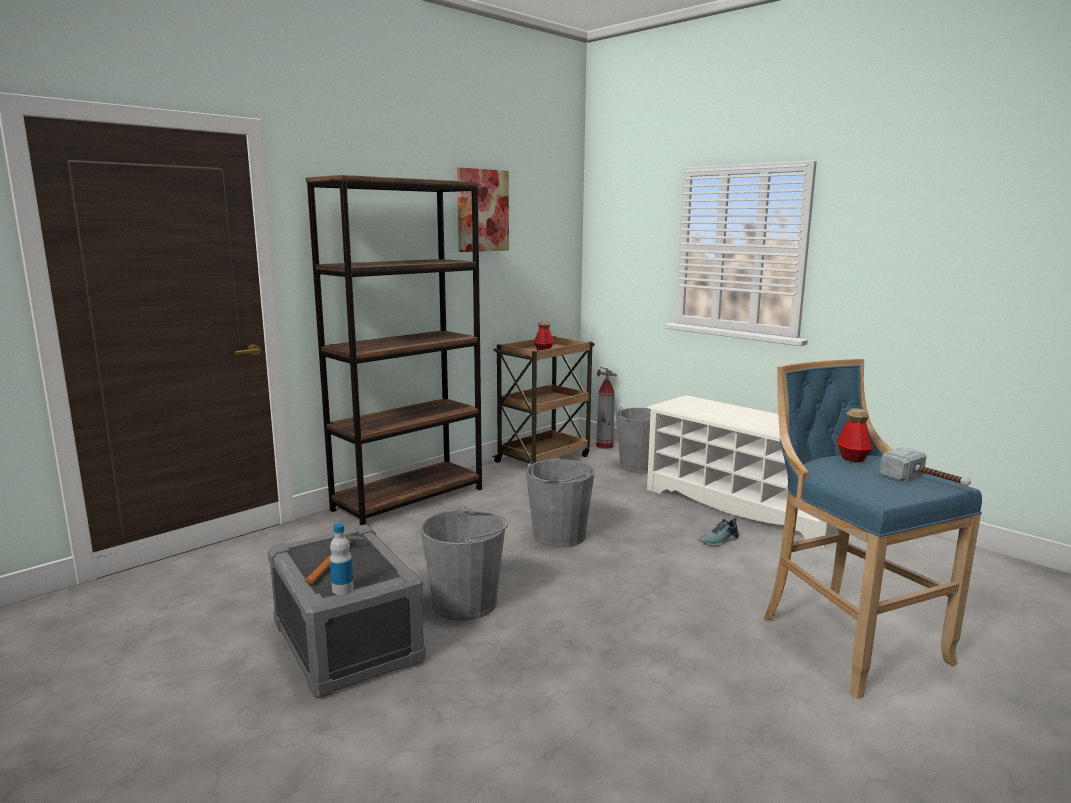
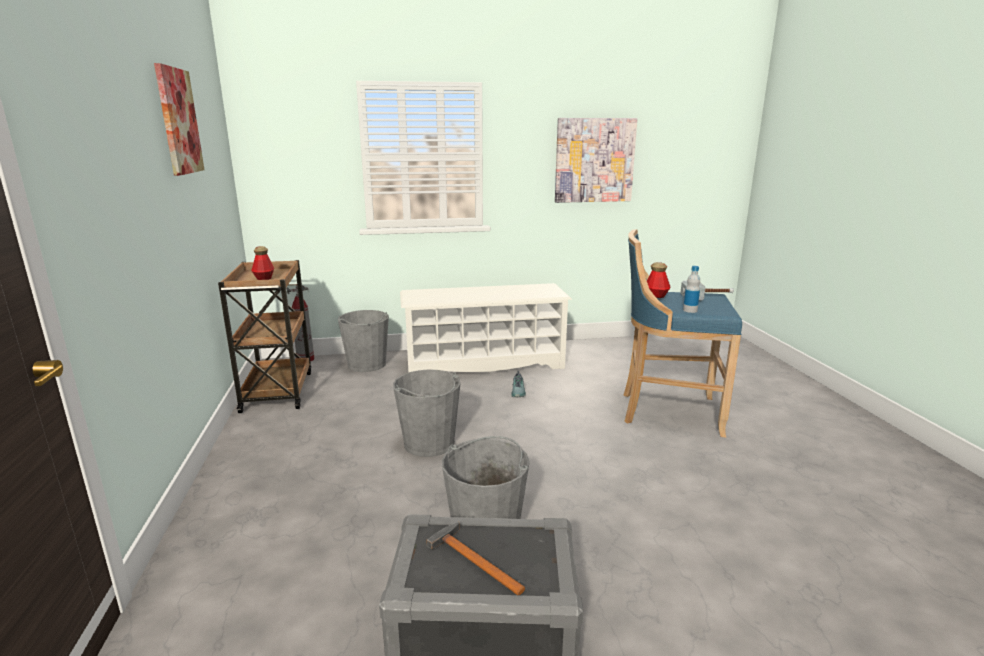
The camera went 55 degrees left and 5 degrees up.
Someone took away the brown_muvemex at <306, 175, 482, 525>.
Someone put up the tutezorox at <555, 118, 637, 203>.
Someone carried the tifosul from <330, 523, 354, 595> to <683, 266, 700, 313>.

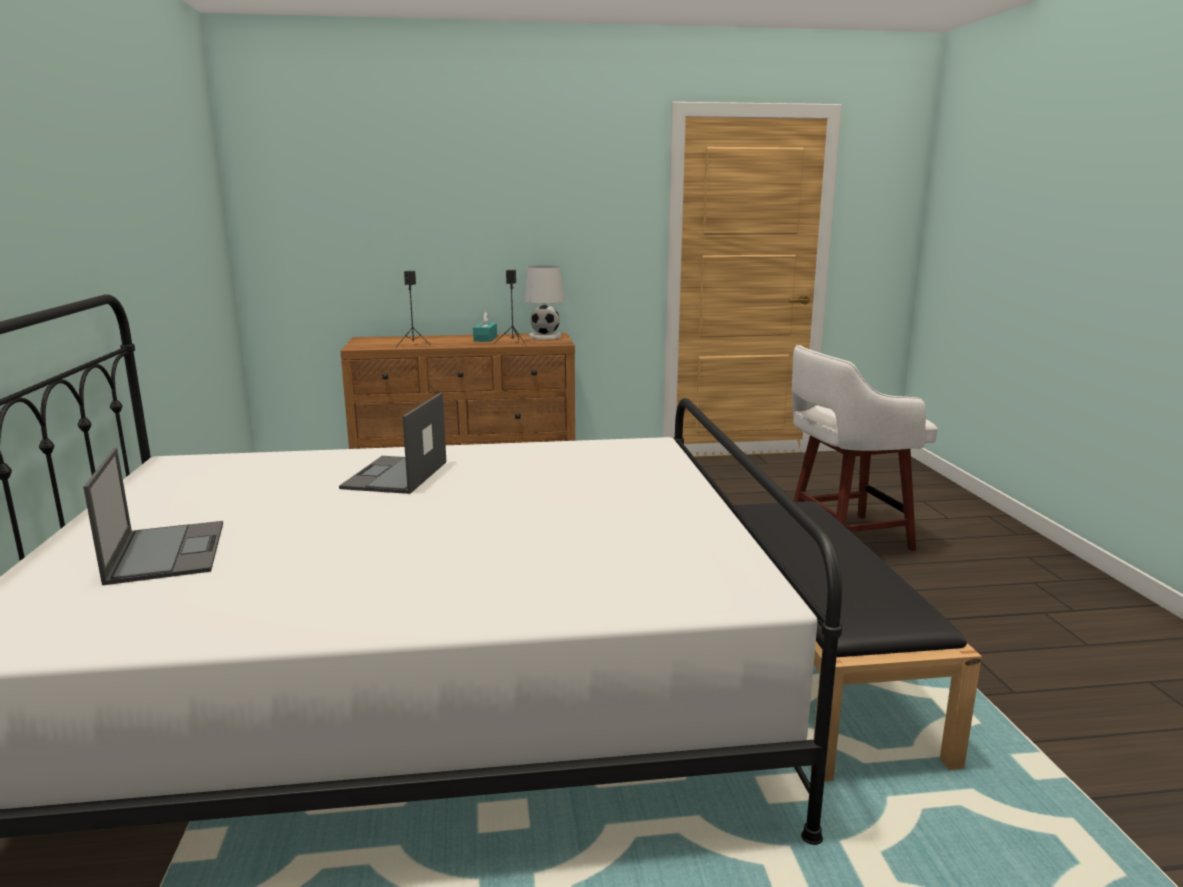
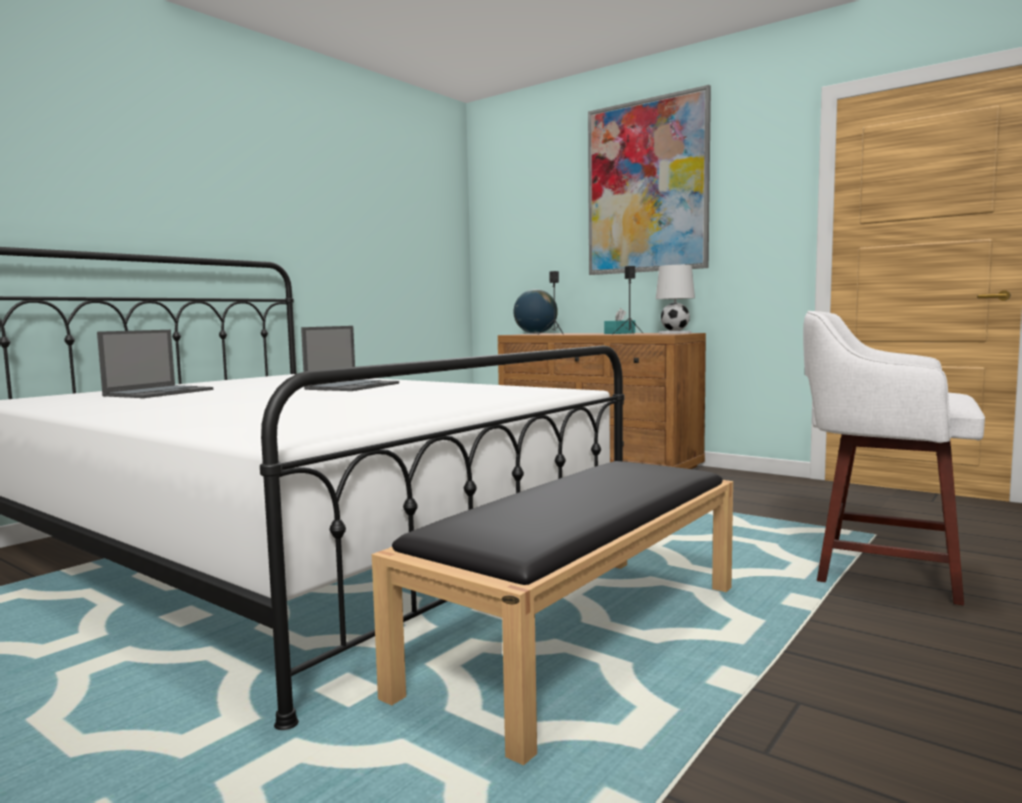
The camera went 45 degrees right and 10 degrees down.
Someone put down the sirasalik at <513, 289, 558, 334>.
Someone put up the tutezorox at <588, 85, 711, 275>.
Someone rotated the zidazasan at <339, 392, 446, 494> by 150 degrees clockwise.

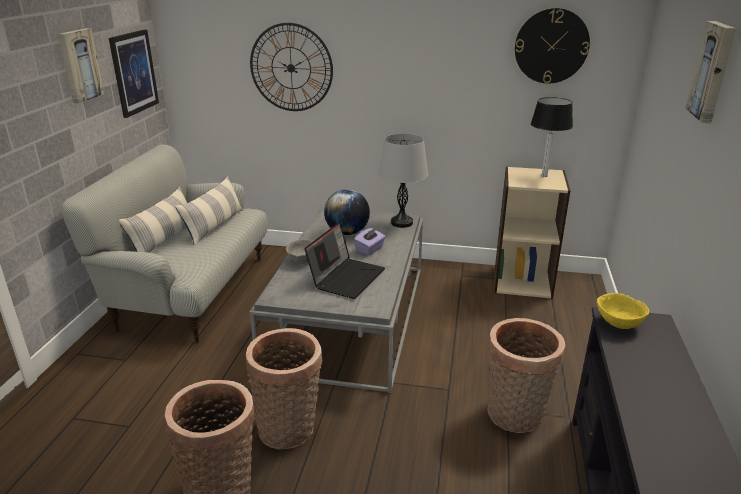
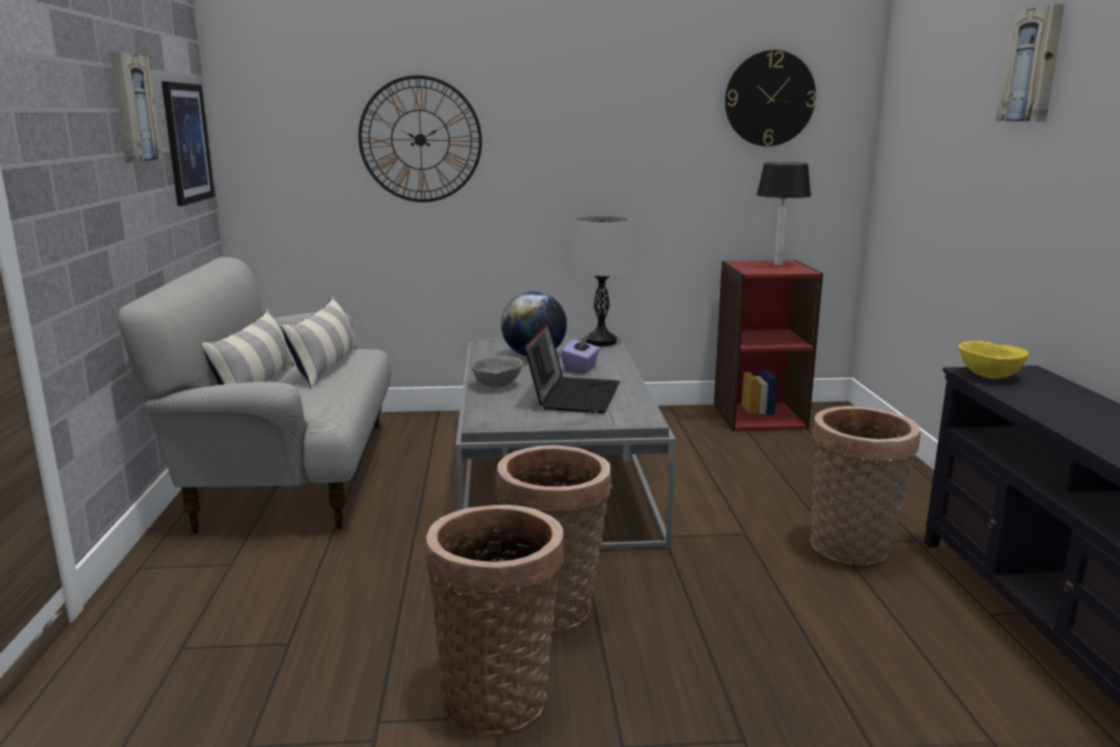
The camera went 15 degrees left and 10 degrees down.
Someone repainted the beige_muvemex at <494, 167, 571, 299>, which became the red_muvemex at <714, 260, 823, 431>.

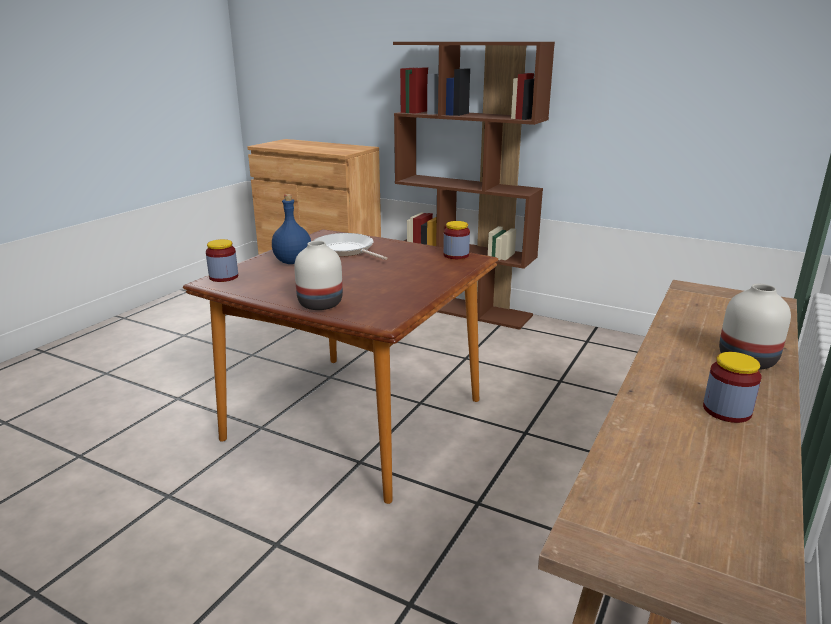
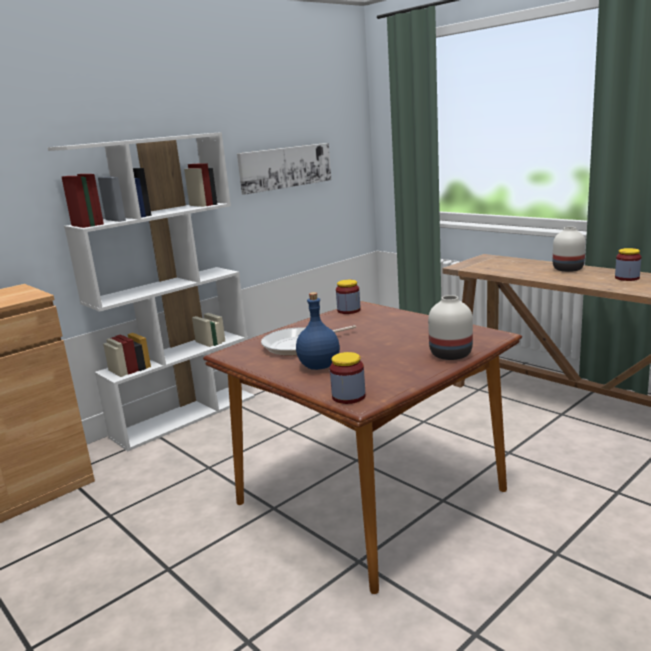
The camera went 70 degrees left and 5 degrees down.
Someone put up the tutezorox at <237, 143, 331, 195>.
Someone repainted the brown_muvemex at <393, 42, 555, 330>, which became the white_muvemex at <48, 132, 255, 451>.

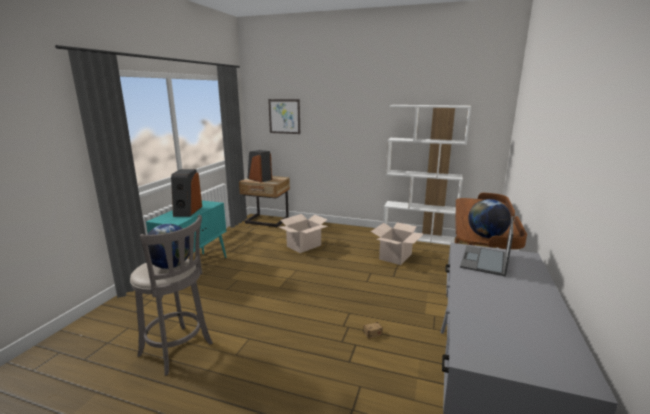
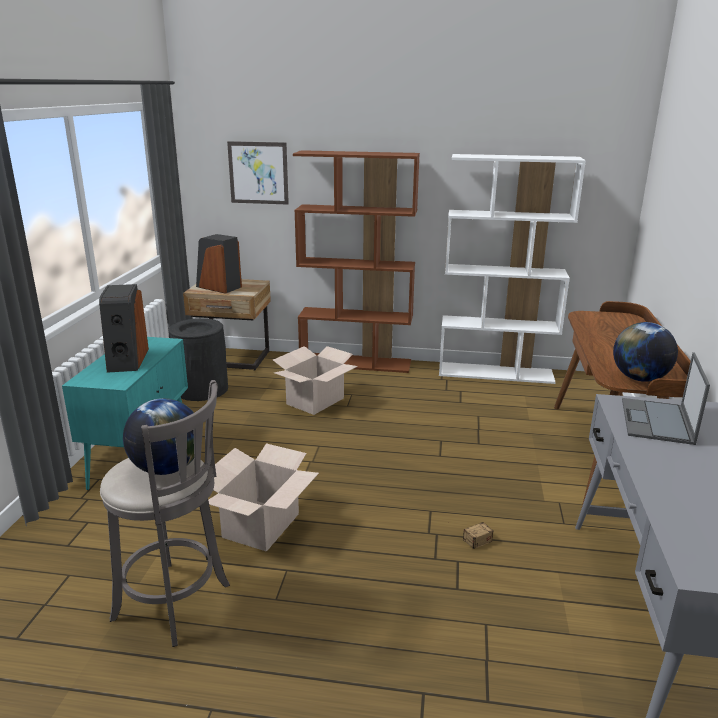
The camera went 10 degrees left and 5 degrees up.
Someone put down the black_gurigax at <168, 318, 228, 401>.
Someone put down the brown_muvemex at <293, 150, 420, 373>.
Someone carried the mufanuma from <371, 222, 424, 265> to <208, 443, 319, 552>.

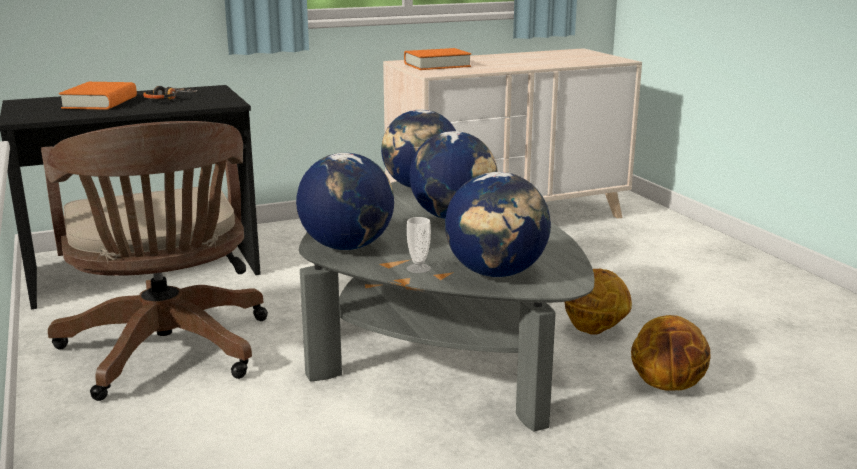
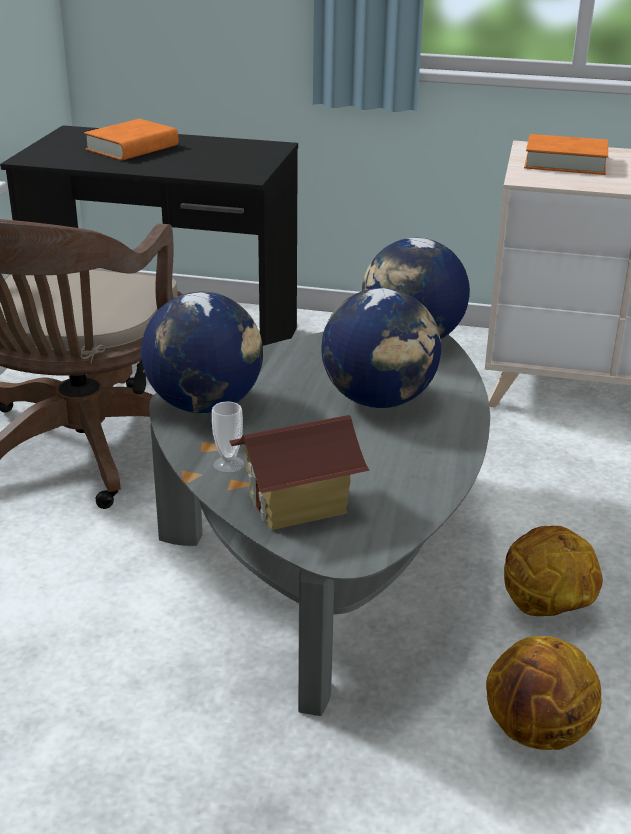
The camera went 35 degrees right and 10 degrees up.
Someone took away the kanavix at <143, 86, 197, 100>.
Someone swapped the sirasalik at <445, 172, 551, 277> for the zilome at <229, 415, 370, 530>.

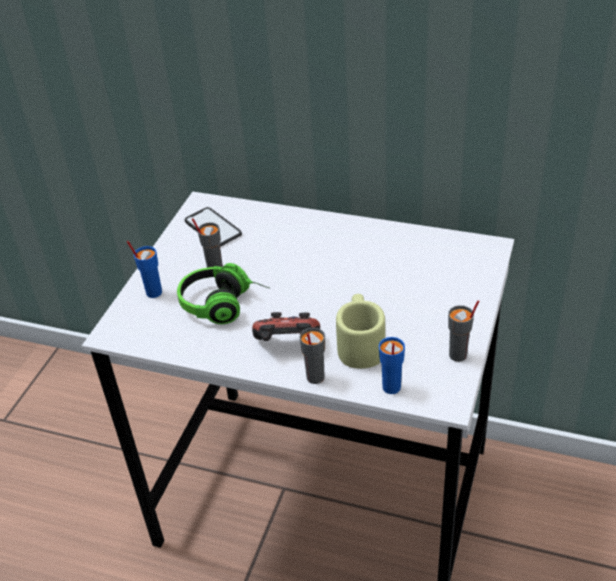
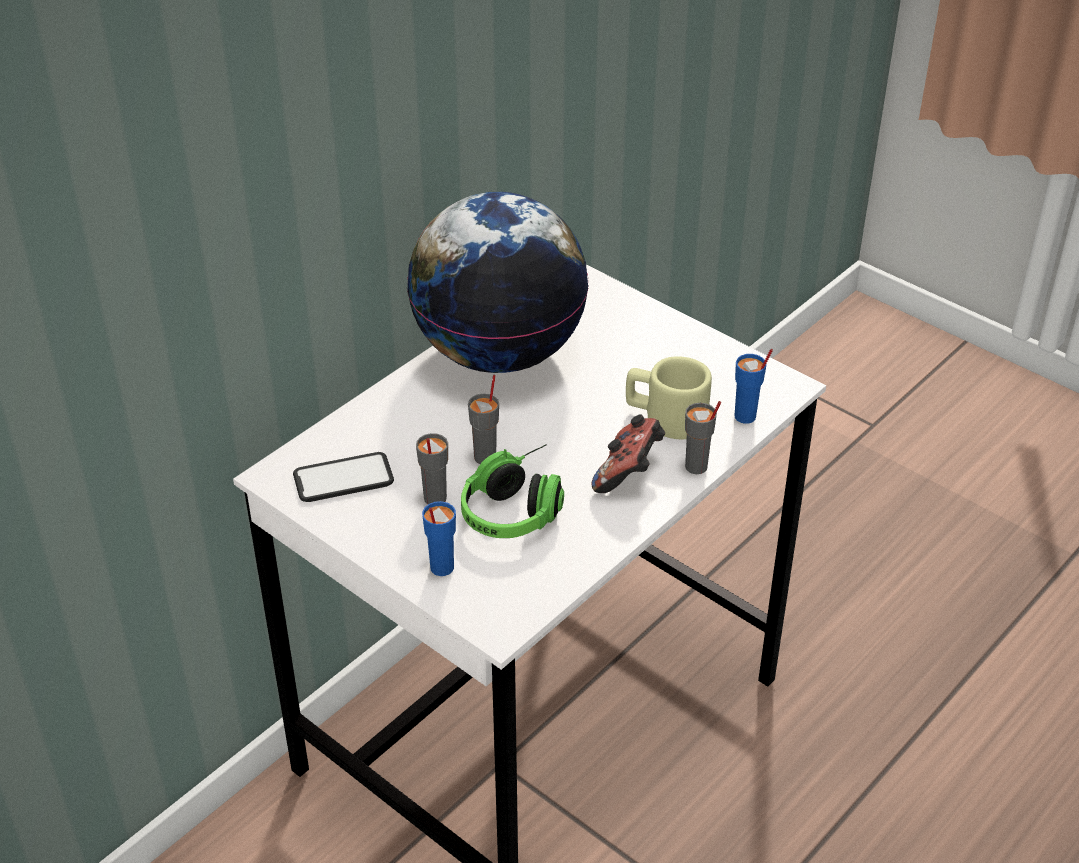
The camera went 70 degrees left and 0 degrees up.
Someone put down the sirasalik at <407, 192, 589, 373>.
Someone carried the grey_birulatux from <448, 300, 479, 362> to <468, 375, 499, 464>.

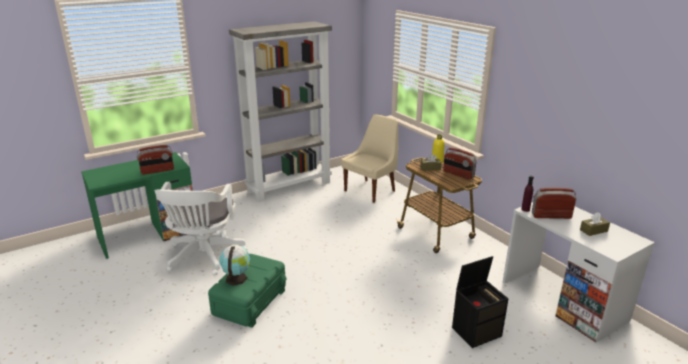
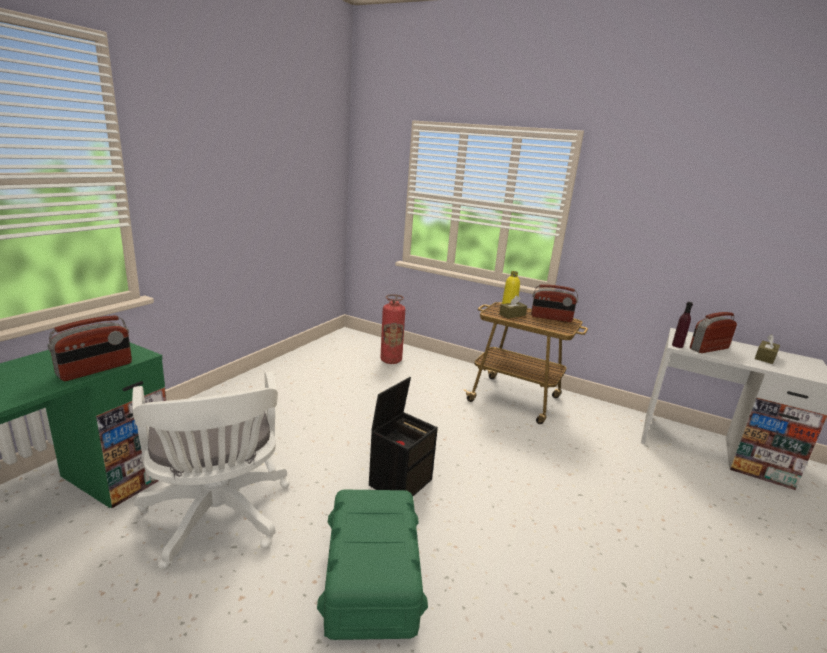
The camera went 30 degrees left and 5 degrees down.
Someone took away the sirasalik at <219, 245, 251, 286>.
Someone took away the grey_muvemex at <229, 21, 332, 202>.
Someone carried the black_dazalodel from <452, 256, 508, 348> to <369, 377, 438, 496>.
Someone swapped the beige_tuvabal at <341, 114, 398, 203> for the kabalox at <380, 294, 405, 364>.

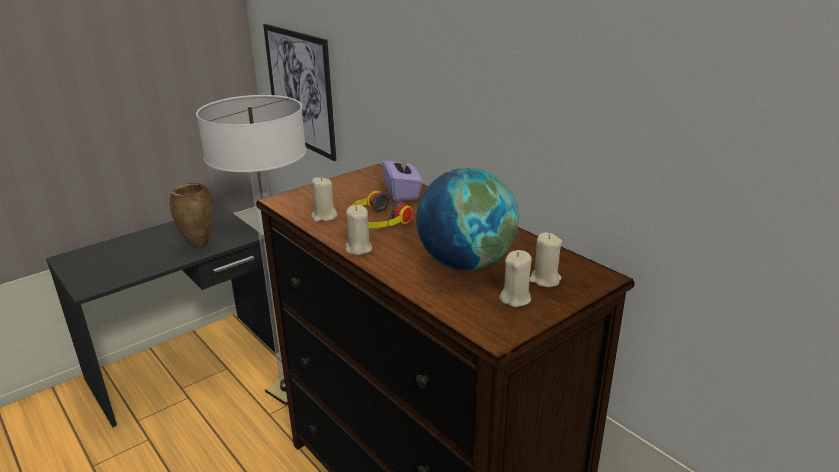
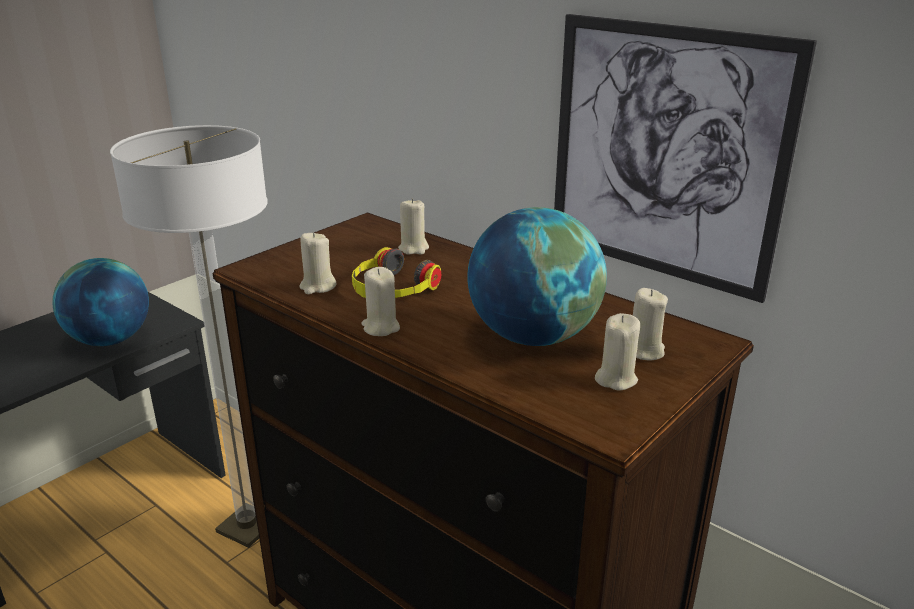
The camera went 10 degrees left and 0 degrees up.
Someone carried the tutezorox from <263, 24, 337, 161> to <554, 14, 817, 303>.
Someone swapped the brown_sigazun at <169, 183, 214, 248> for the sirasalik at <52, 258, 149, 346>.
Someone swapped the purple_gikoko at <382, 154, 423, 201> for the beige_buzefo at <398, 198, 429, 255>.

